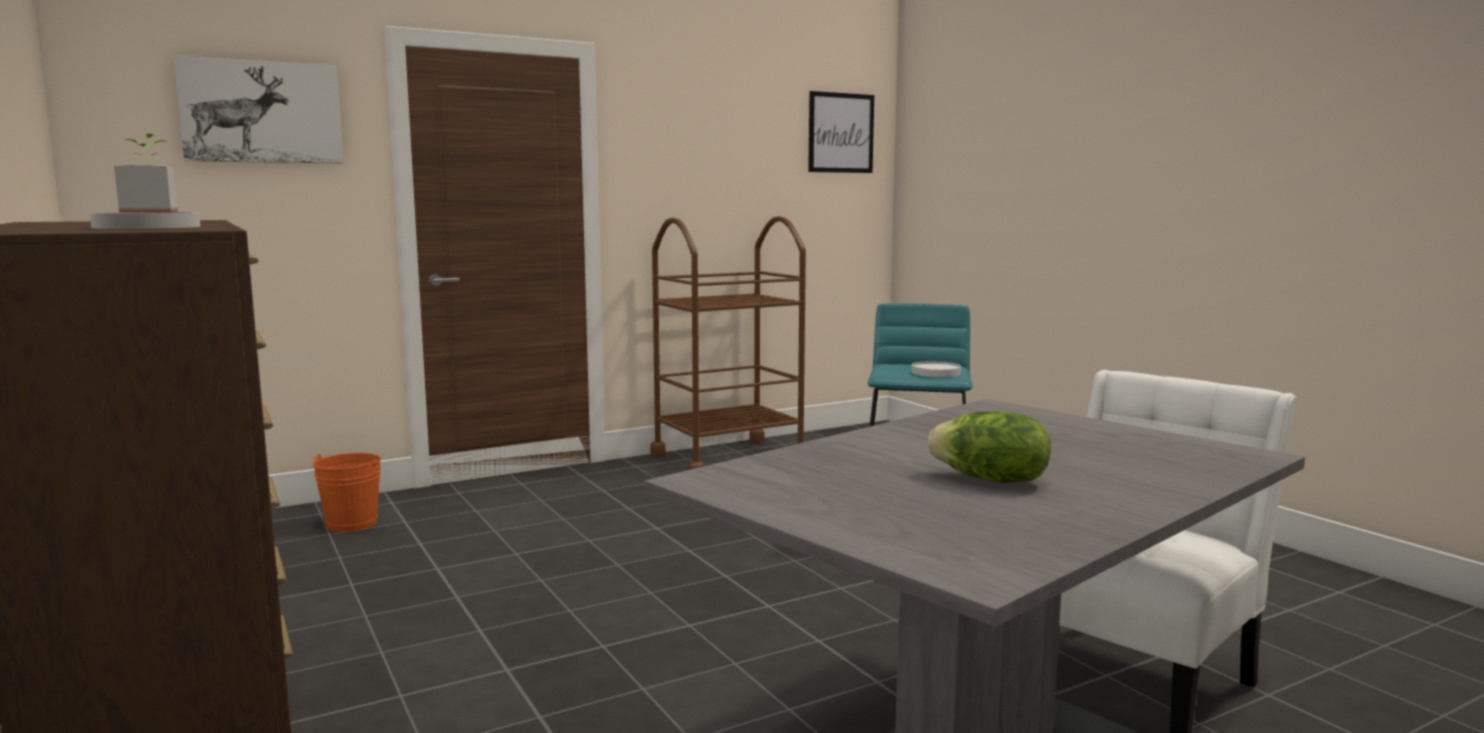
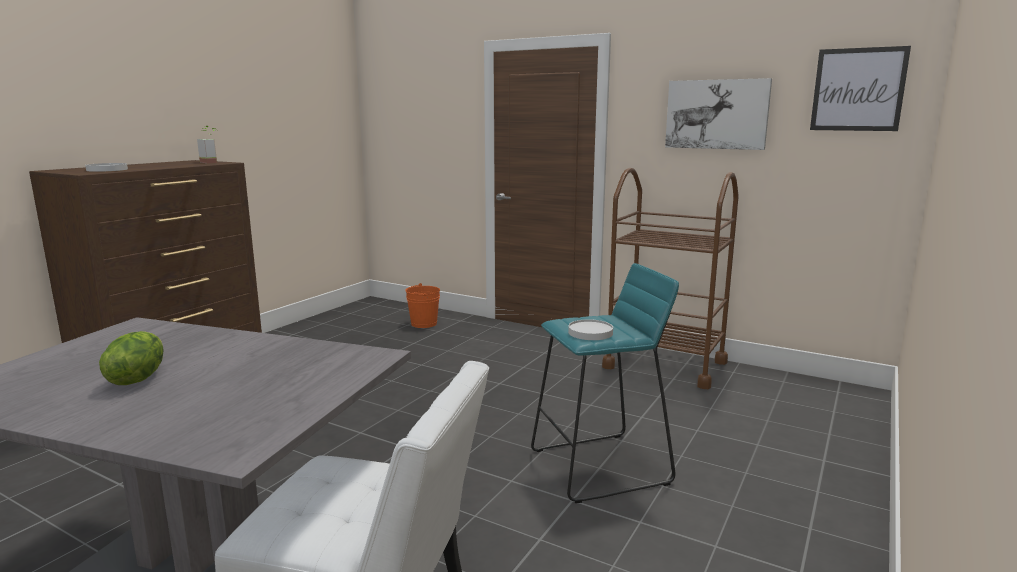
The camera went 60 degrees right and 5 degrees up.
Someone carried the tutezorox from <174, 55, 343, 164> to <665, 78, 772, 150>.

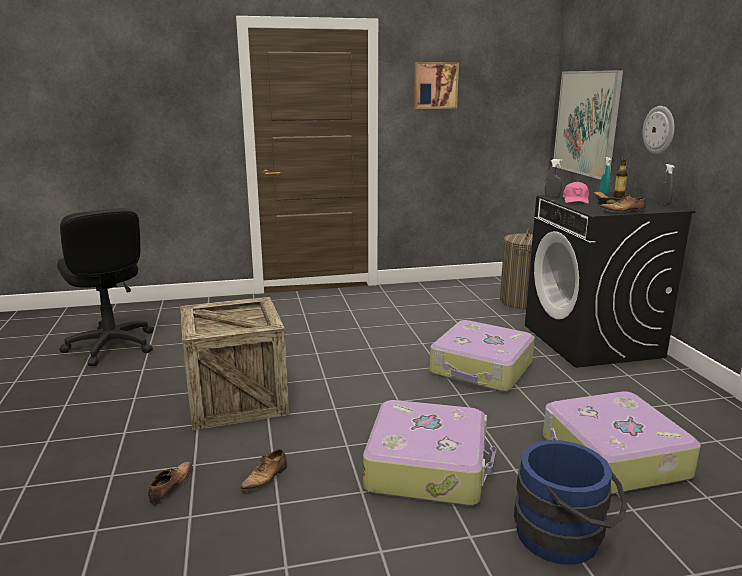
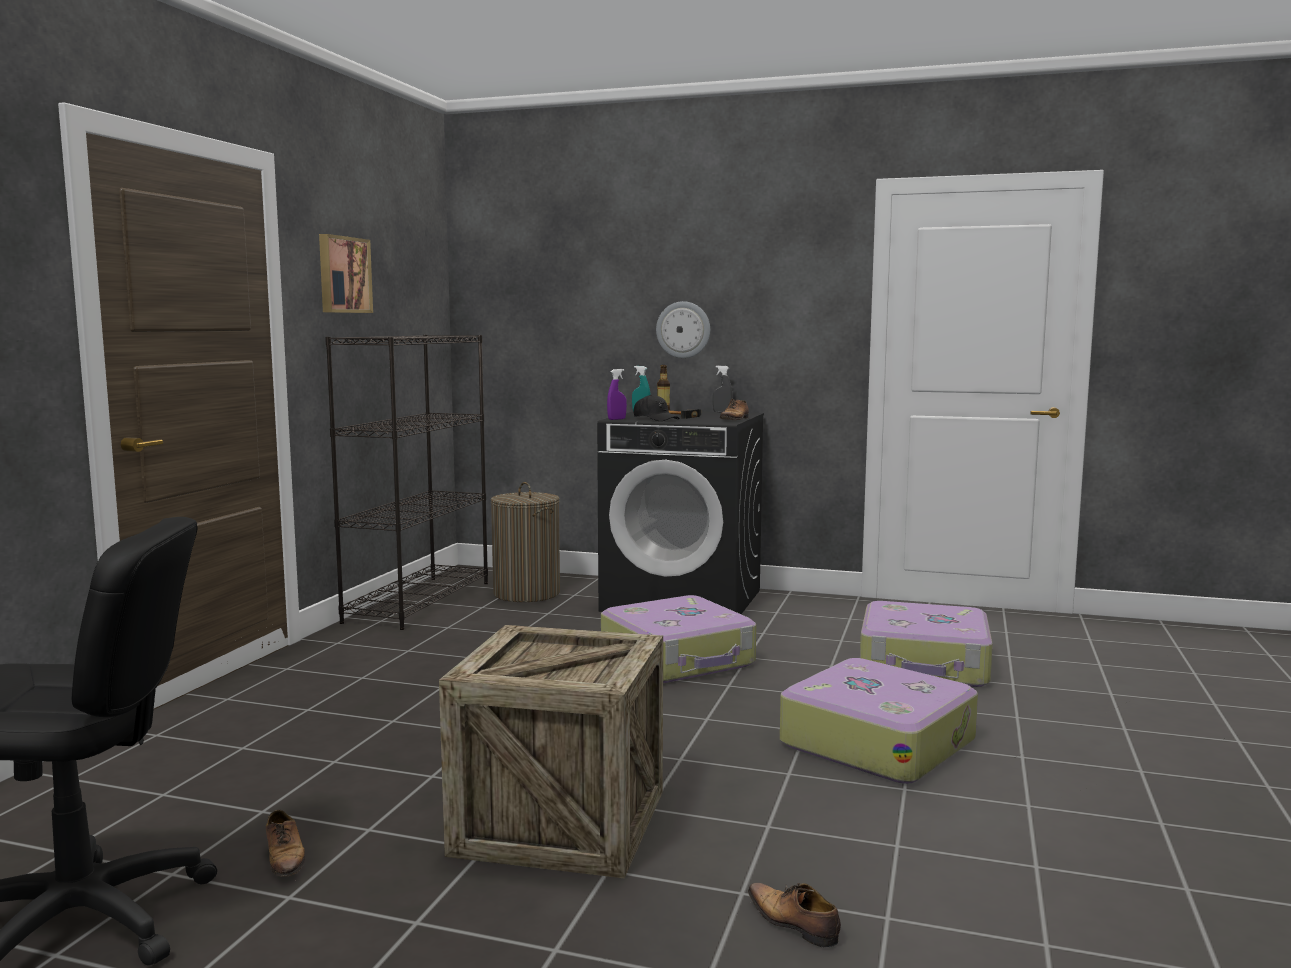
The camera went 60 degrees left and 10 degrees down.
Someone took away the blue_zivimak at <514, 440, 628, 565>.
Someone took away the tutezorox at <554, 70, 623, 180>.
Someone put down the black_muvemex at <325, 335, 488, 630>.
Someone carried the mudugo from <240, 449, 287, 491> to <266, 810, 305, 877>.
Someone repainted the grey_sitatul at <545, 159, 562, 197>, which became the purple_sitatul at <607, 369, 627, 420>.
Someone repainted the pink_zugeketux at <563, 181, 589, 204>, which became the black_zugeketux at <633, 395, 679, 421>.

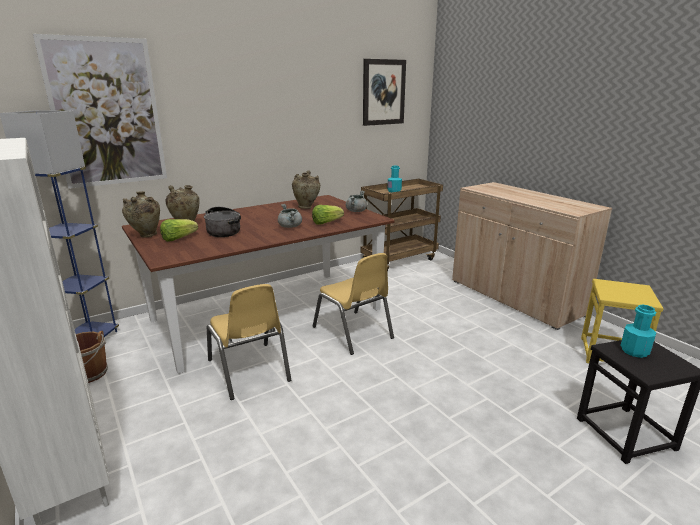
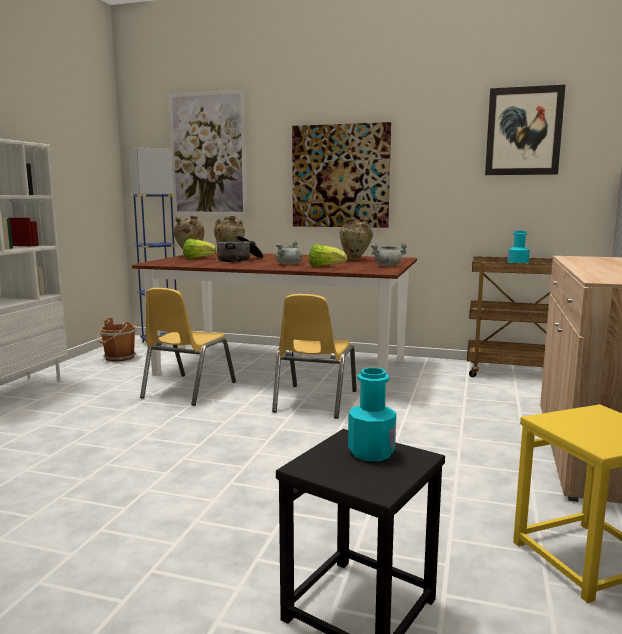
The camera went 50 degrees right and 10 degrees down.
Someone put up the tutezorox at <292, 122, 391, 228>.

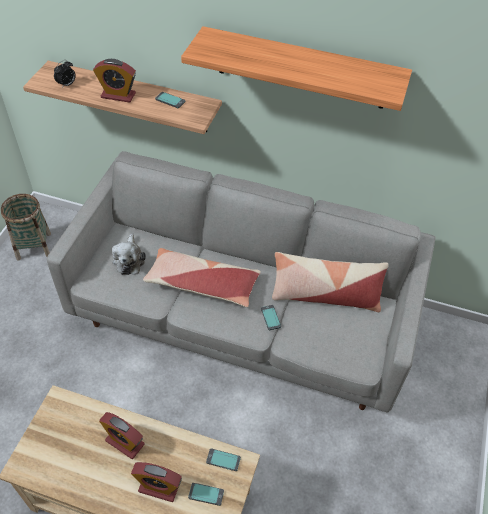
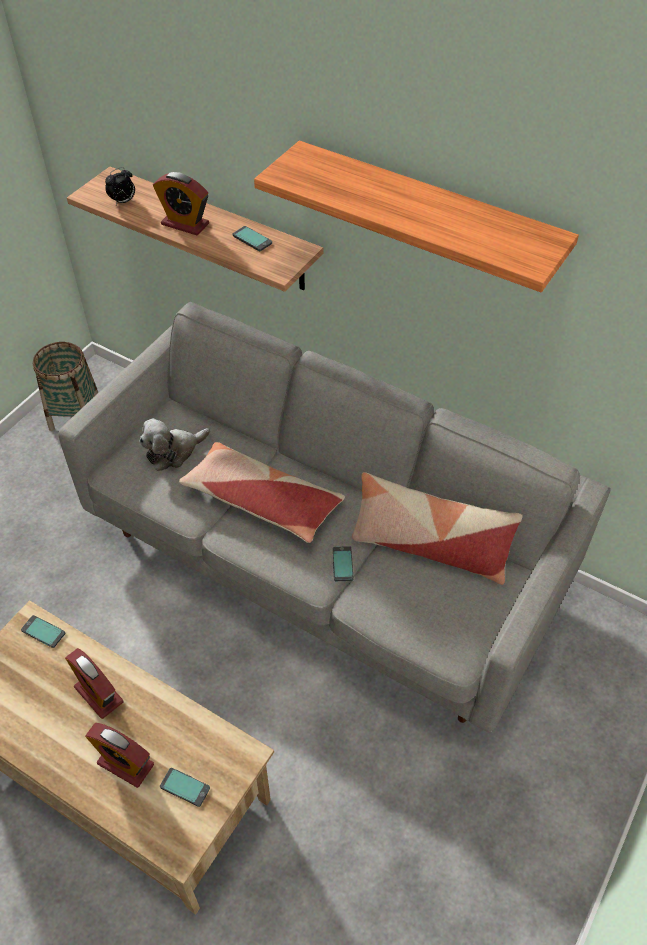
The camera went 15 degrees right and 0 degrees up.
Someone carried the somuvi from <206, 448, 241, 471> to <21, 615, 65, 648>.
Someone rotated the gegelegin at <112, 233, 146, 275> by 45 degrees clockwise.

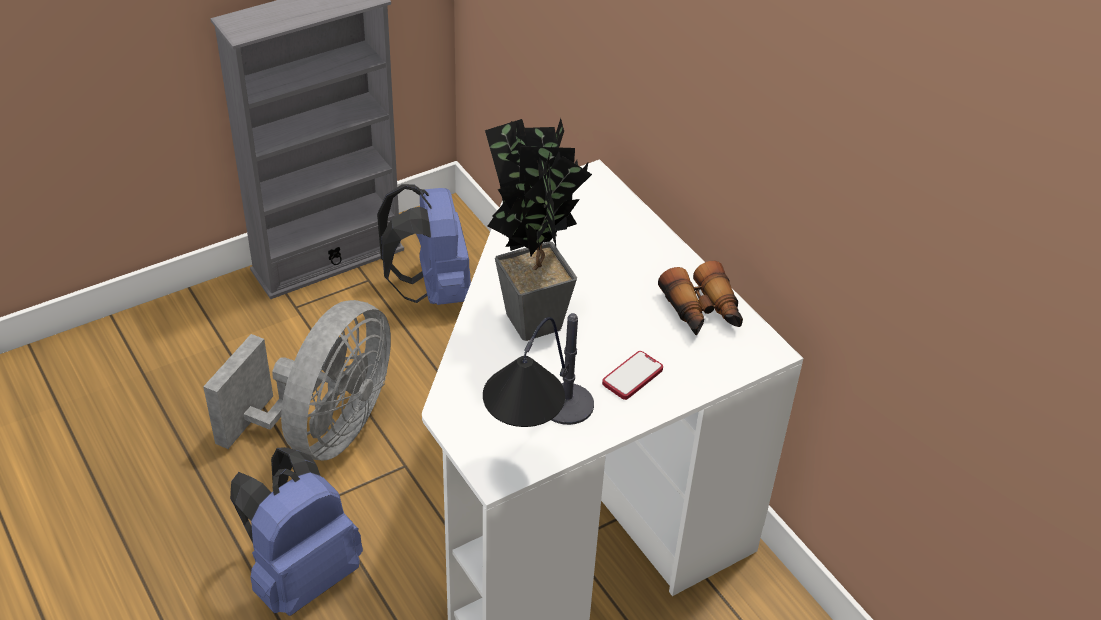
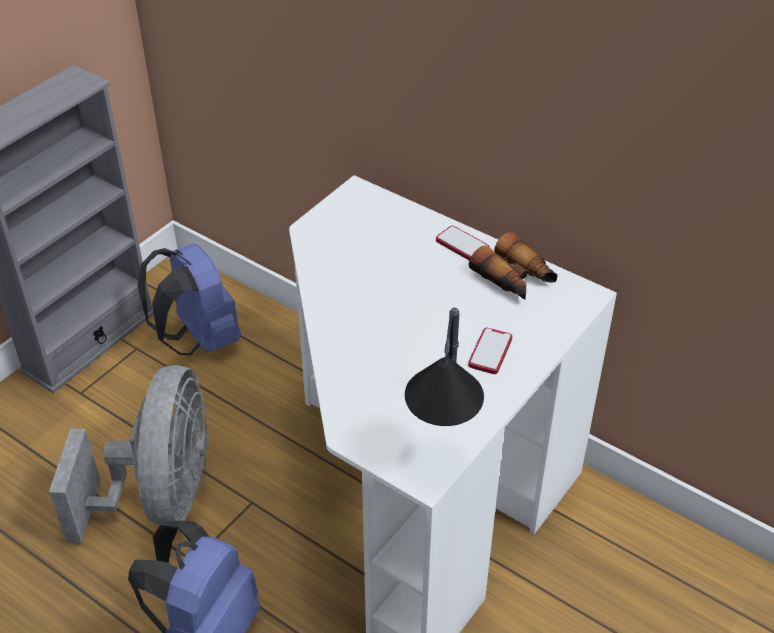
The camera went 20 degrees left and 0 degrees up.
Someone took away the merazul at <485, 118, 592, 341>.
Someone put down the somuvi at <436, 226, 490, 260>.

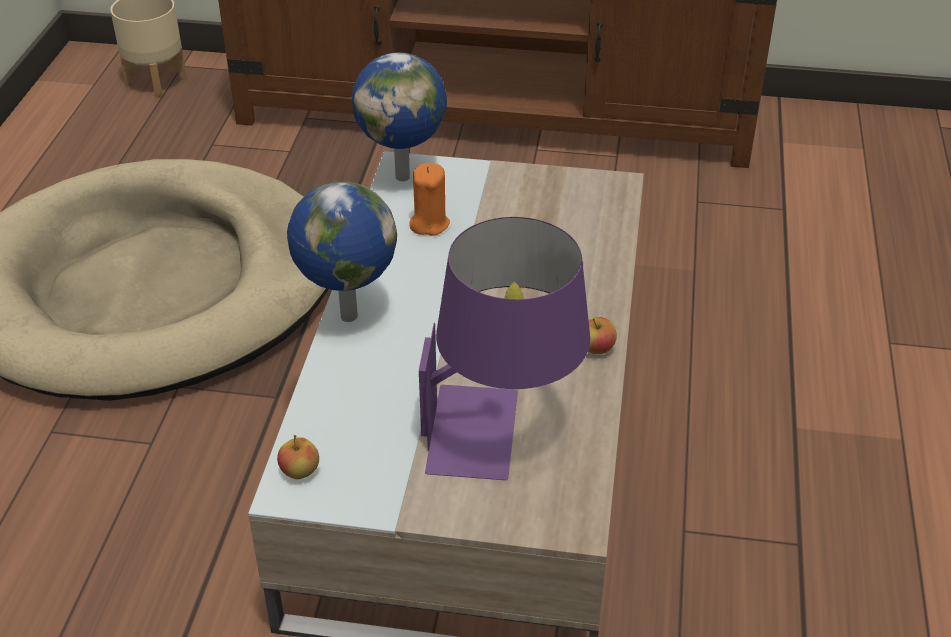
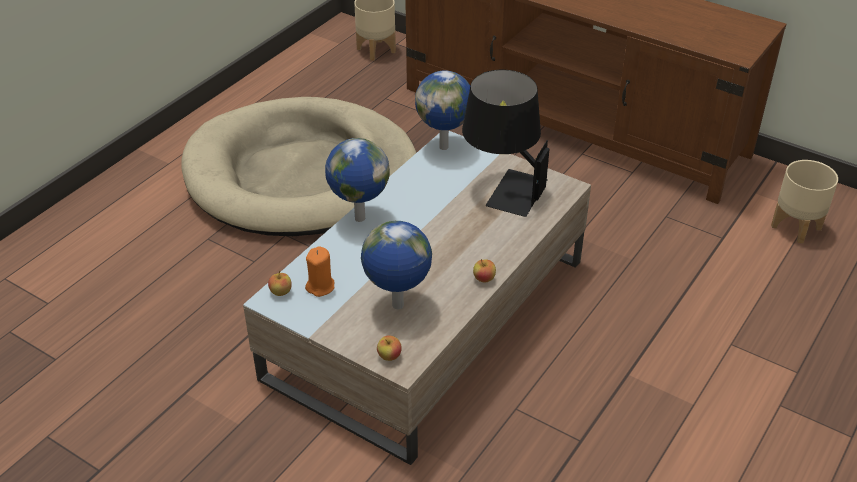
The camera went 25 degrees right and 0 degrees up.
Someone put down the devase at <377, 335, 402, 361>.
Someone put down the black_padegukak at <462, 70, 550, 217>.
Someone put down the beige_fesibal at <771, 160, 838, 243>.
Someone carried the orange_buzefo from <409, 163, 450, 236> to <305, 246, 335, 297>.
Someone swapped the purple_padegukak at <419, 217, 590, 480> for the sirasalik at <361, 221, 432, 309>.

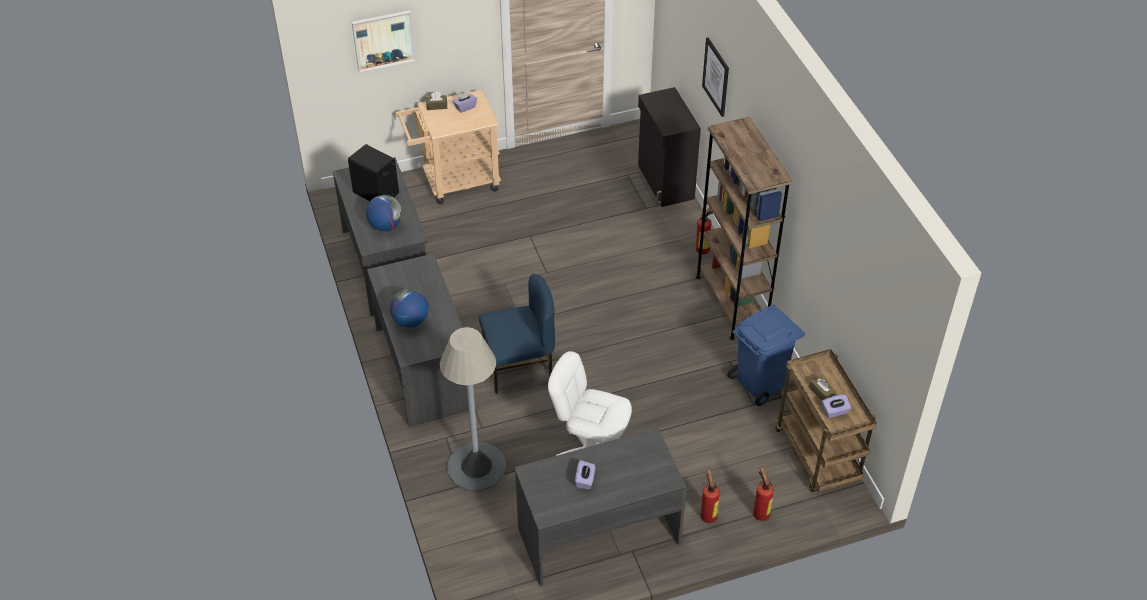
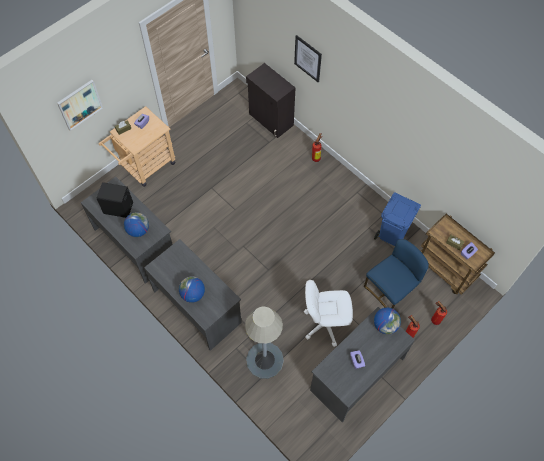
The camera went 25 degrees left and 15 degrees up.
Someone took away the brown_muvemex at <696, 117, 793, 340>.
Someone put down the sirasalik at <374, 308, 401, 334>.
Someone carried the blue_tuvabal from <479, 274, 555, 394> to <364, 239, 429, 309>.

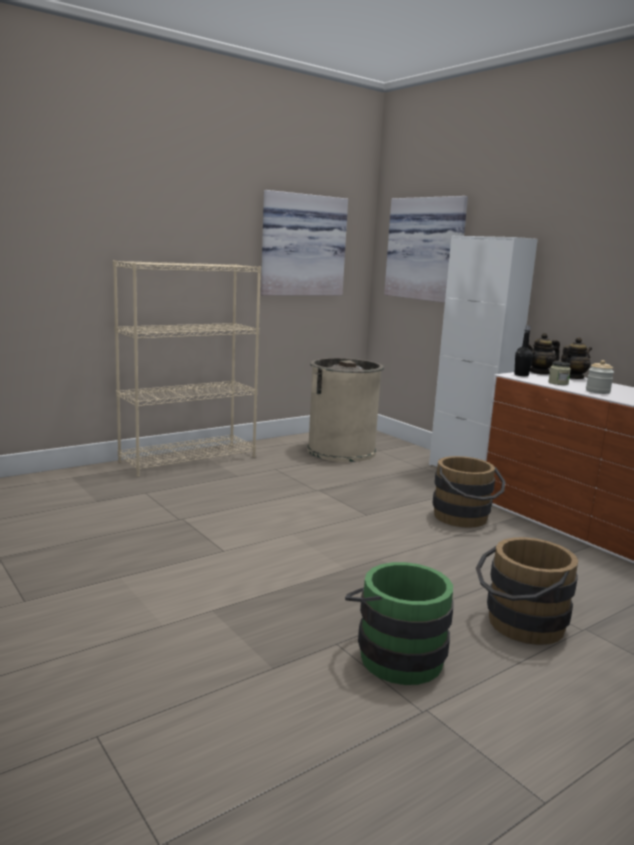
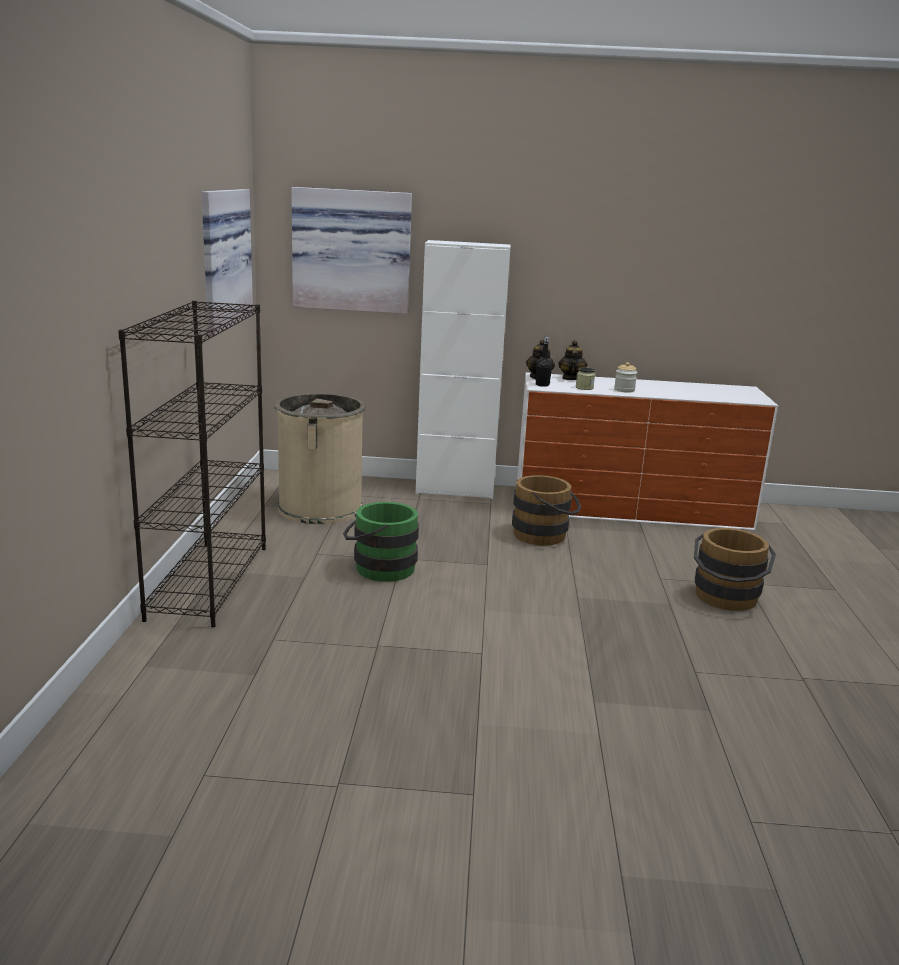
The camera went 50 degrees left and 5 degrees up.
Someone carried the green_zivimak from <345, 562, 453, 685> to <343, 502, 419, 582>.
Someone repainted the beige_muvemex at <113, 260, 261, 477>, which became the black_muvemex at <118, 301, 266, 627>.

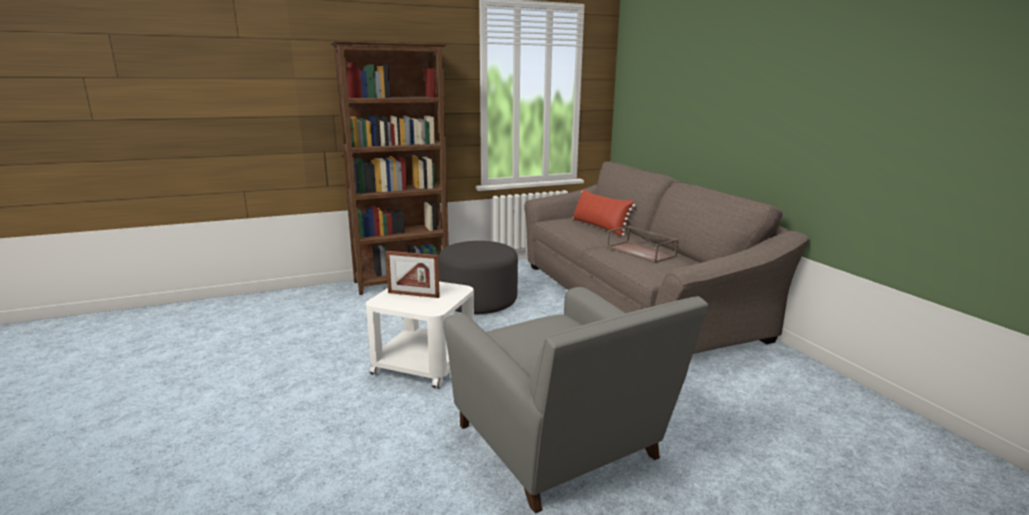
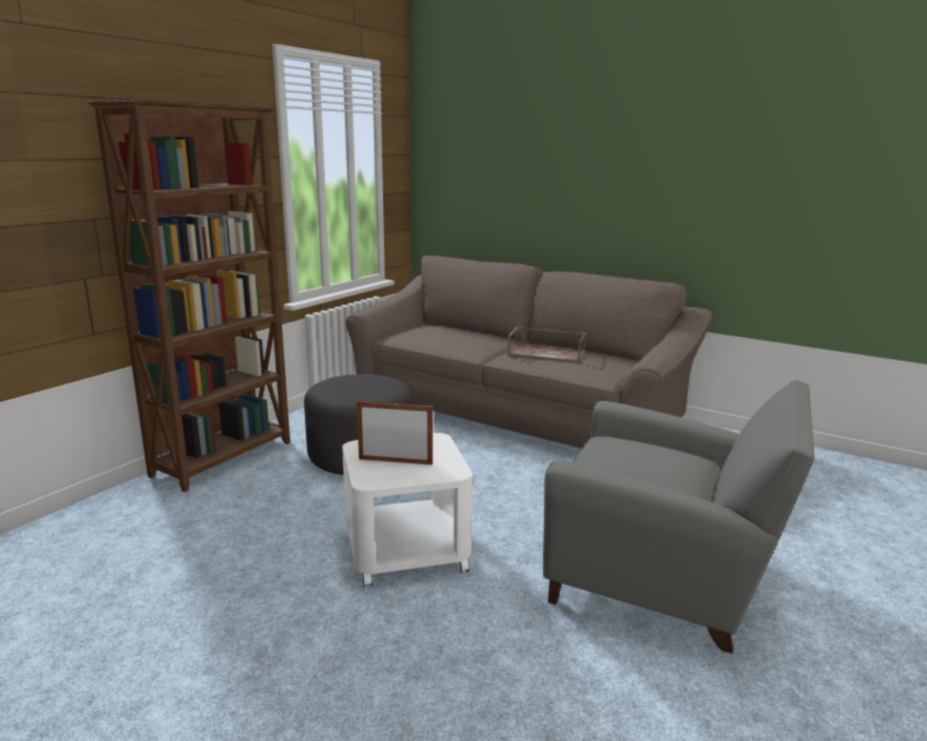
The camera went 35 degrees left and 0 degrees up.
Someone took away the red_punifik at <572, 189, 636, 236>.
Someone rotated the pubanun at <385, 251, 440, 298> by 150 degrees counterclockwise.

